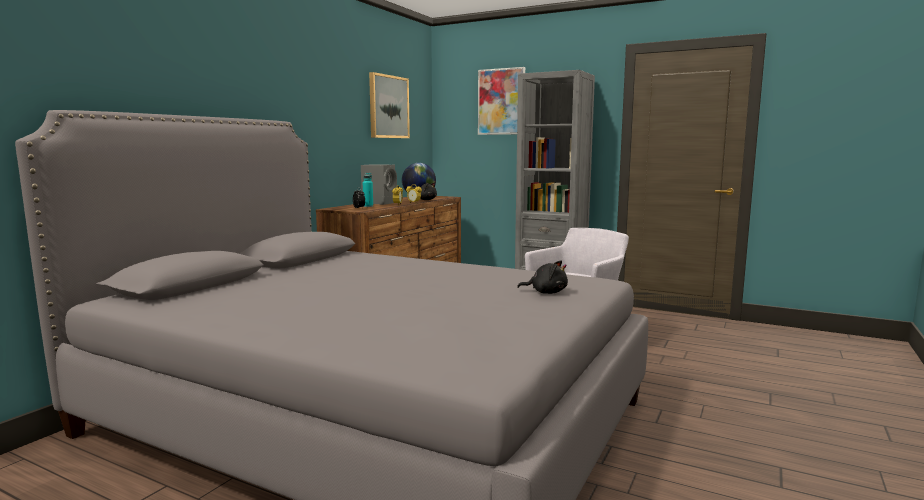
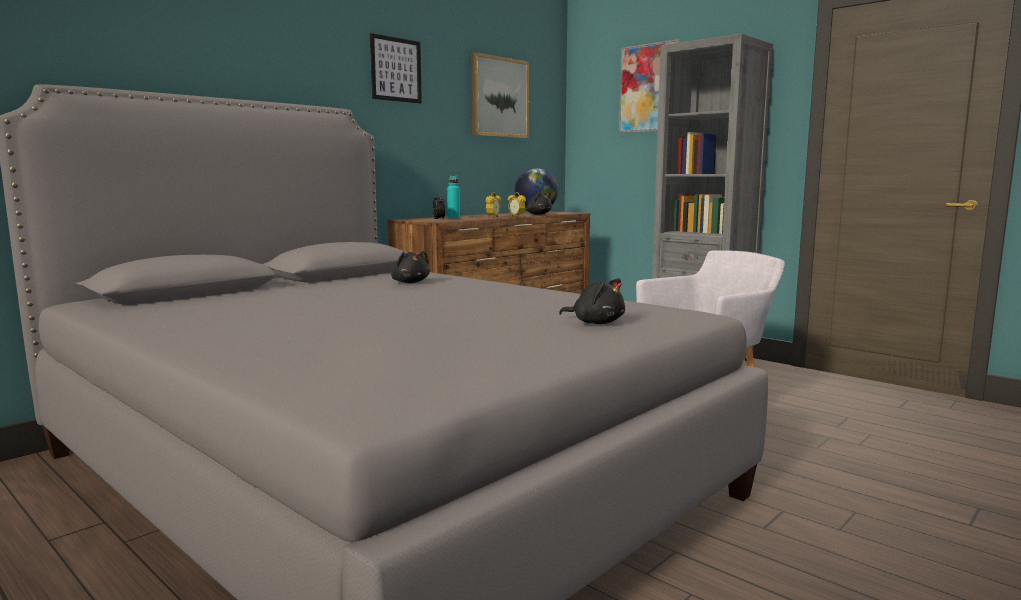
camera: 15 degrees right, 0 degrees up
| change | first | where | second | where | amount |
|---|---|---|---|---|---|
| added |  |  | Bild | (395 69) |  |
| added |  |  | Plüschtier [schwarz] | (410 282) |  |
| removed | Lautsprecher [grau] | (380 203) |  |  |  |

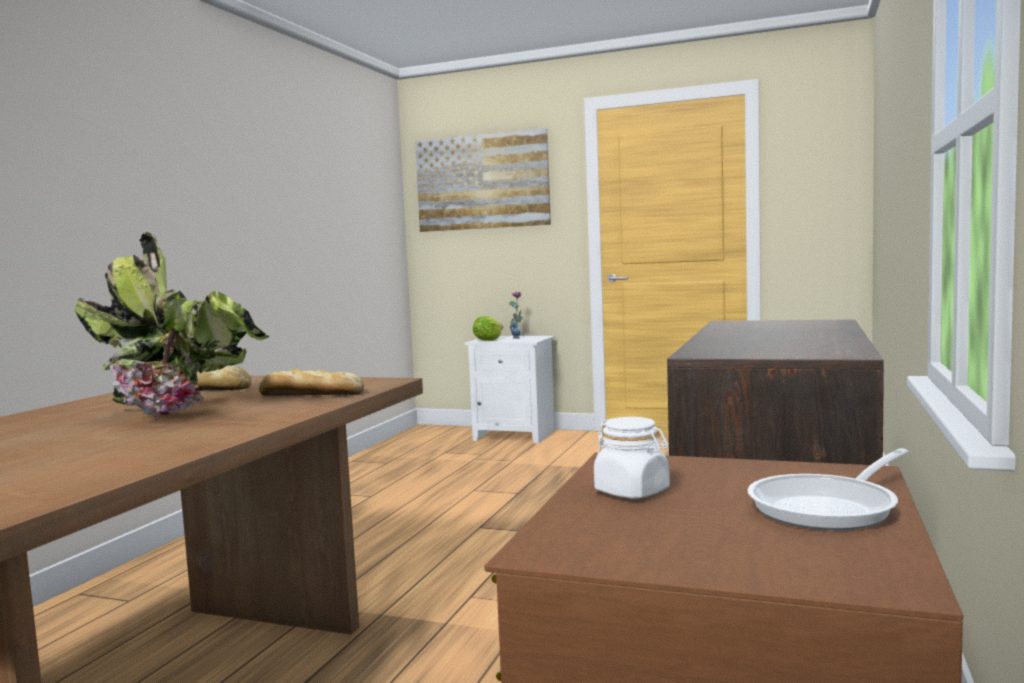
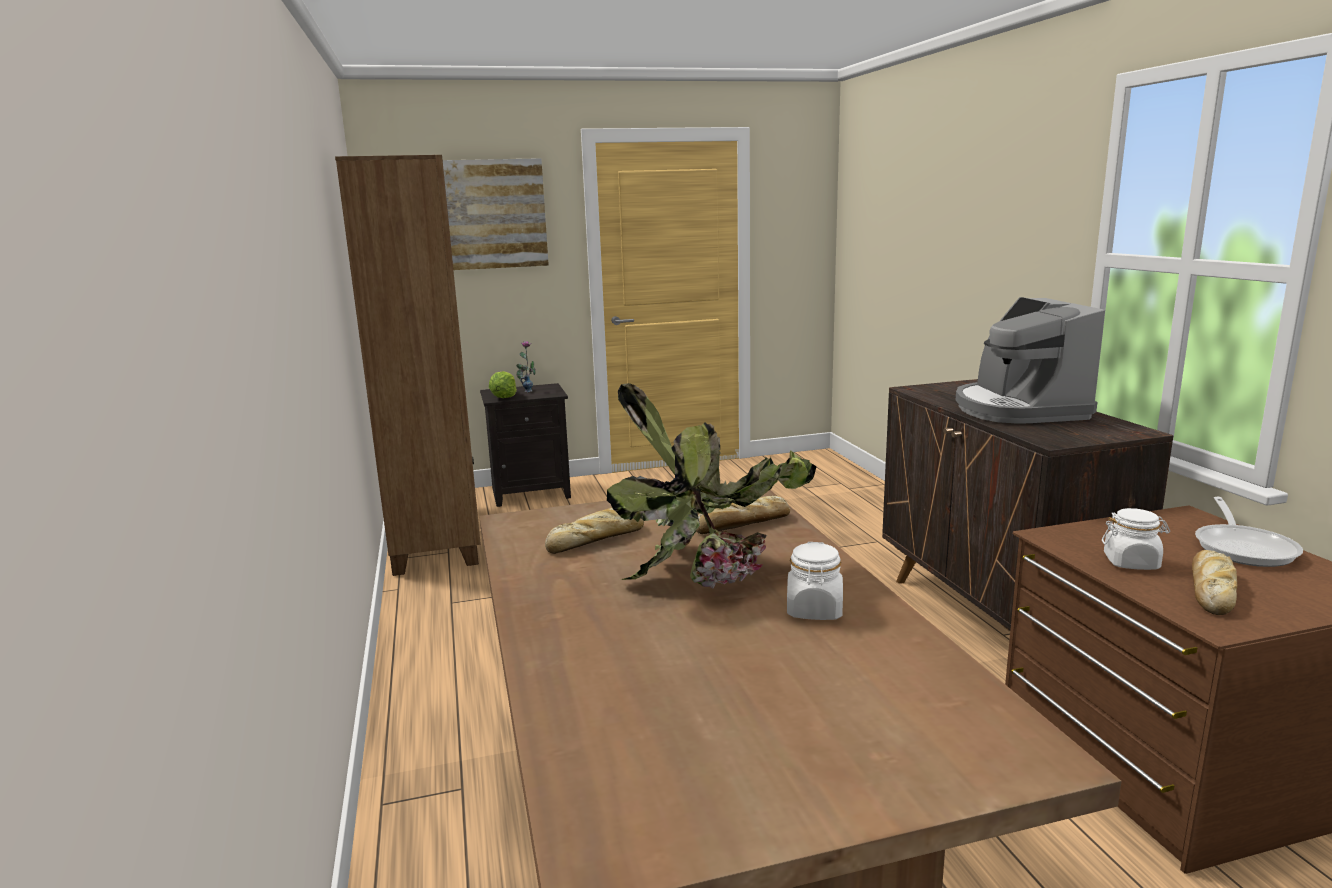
camera: 35 degrees left, 10 degrees up
| change | first | where | second | where | amount |
|---|---|---|---|---|---|
| added |  |  | Bücherregal [braun] | (437 538) |  |
| recoloured | Nachttisch [weiß] | (516 435) | Nachttisch [schwarz] | (532 492) |  |
| added |  |  | Vorratsglas [weiß] | (814 610) |  |
| added |  |  | Kaffeemaschine | (1018 409) |  |
| added |  |  | Brot | (1211 590) |  |

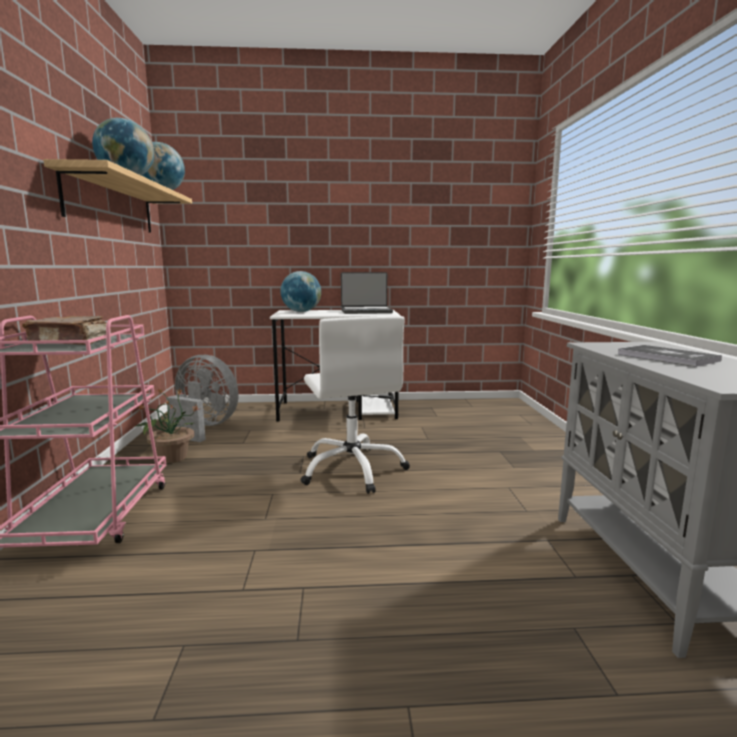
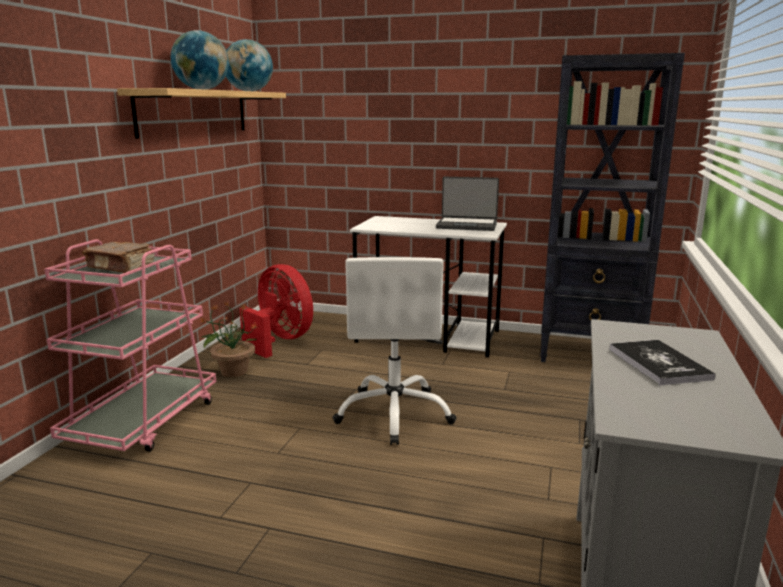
camera: 20 degrees right, 5 degrees up
| change | first | where | second | where | amount |
|---|---|---|---|---|---|
| recoloured | Ventilator [grau] | (204 428) | Ventilator [rot] | (280 341) |  |
| added |  |  | Bücherregal [schwarz] | (590 353) |  |
| removed | Globus | (301 312) |  |  |  |

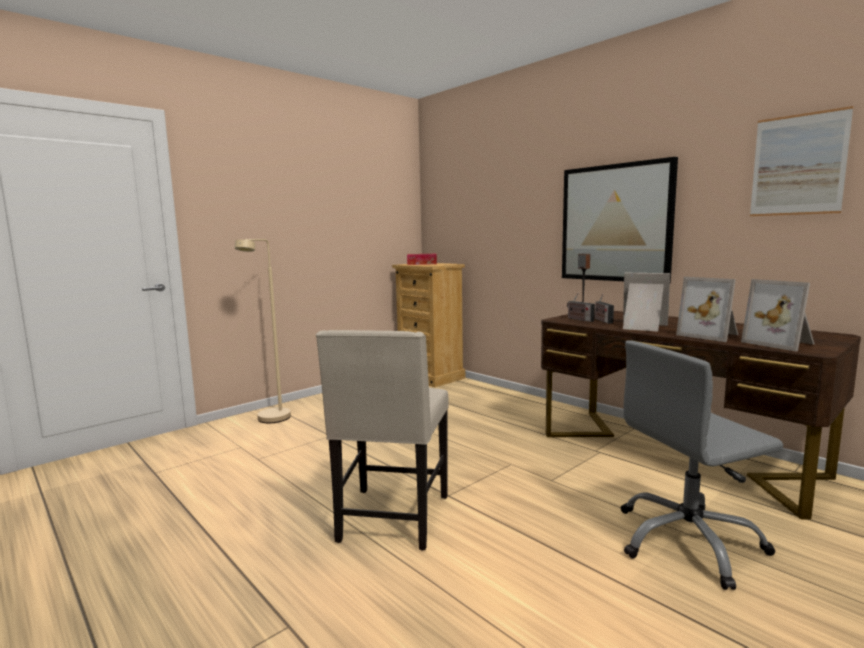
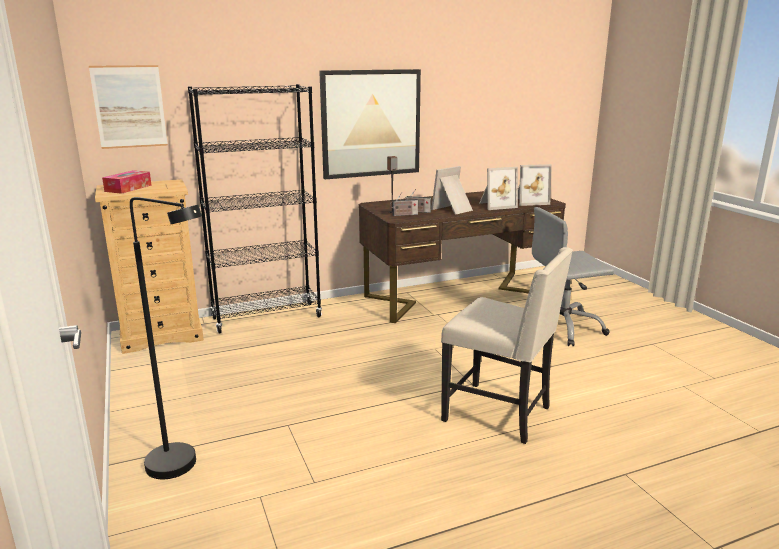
camera: 70 degrees left, 10 degrees up
| change | first | where | second | where | amount |
|---|---|---|---|---|---|
| moved | Bild | (798 165) |  | (129 107) |  |
| recoloured | Stehlampe [beige] | (271 421) | Stehlampe [schwarz] | (182 467) |  |
| added |  |  | Bücherregal [schwarz] | (267 318) |  |
| turned | Bürostuhl [grau] | (688 542) |  | (563 327) | 75 degrees clockwise |

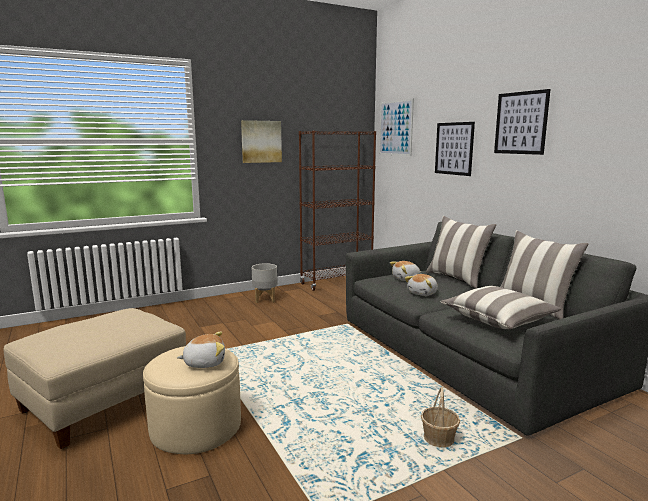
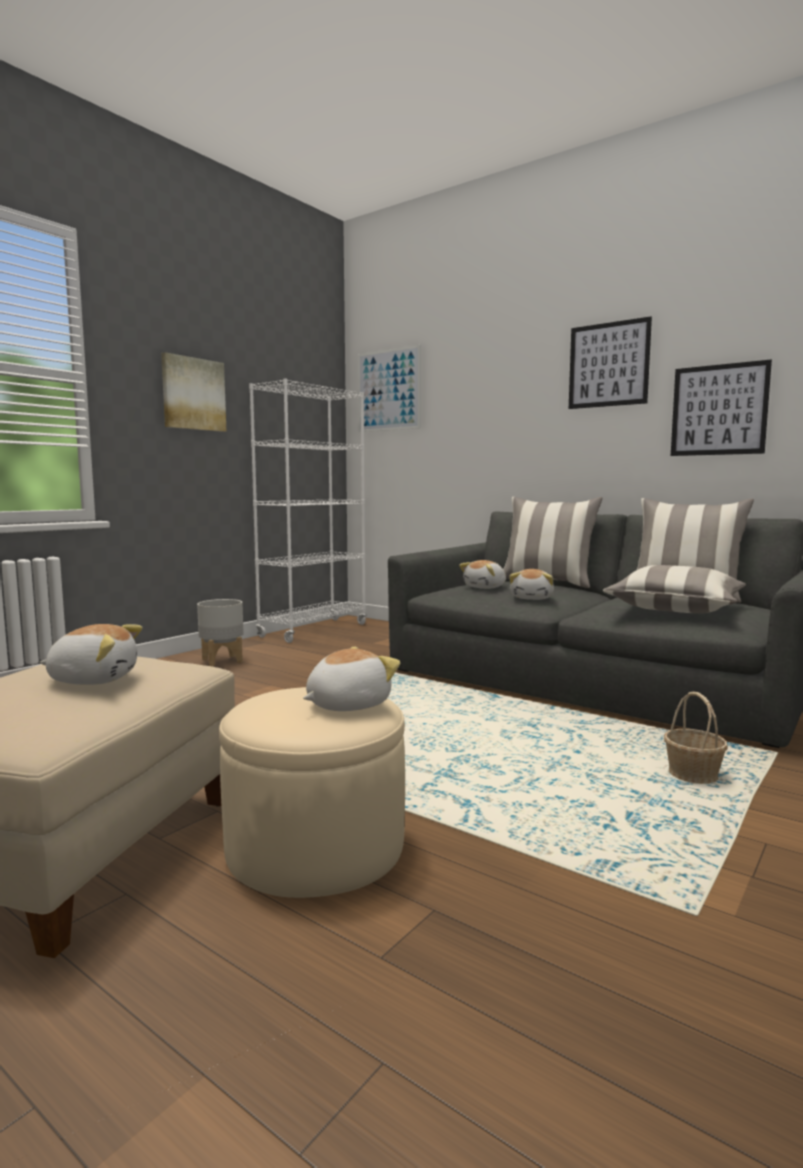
camera: 25 degrees left, 5 degrees down
| change | first | where | second | where | amount |
|---|---|---|---|---|---|
| added |  |  | Plüschtier | (94 679) |  |
| recoloured | Bücherregal [braun] | (336 282) | Bücherregal [weiß] | (313 630) |  |
| moved | Bild | (454 148) |  | (719 410) |  |

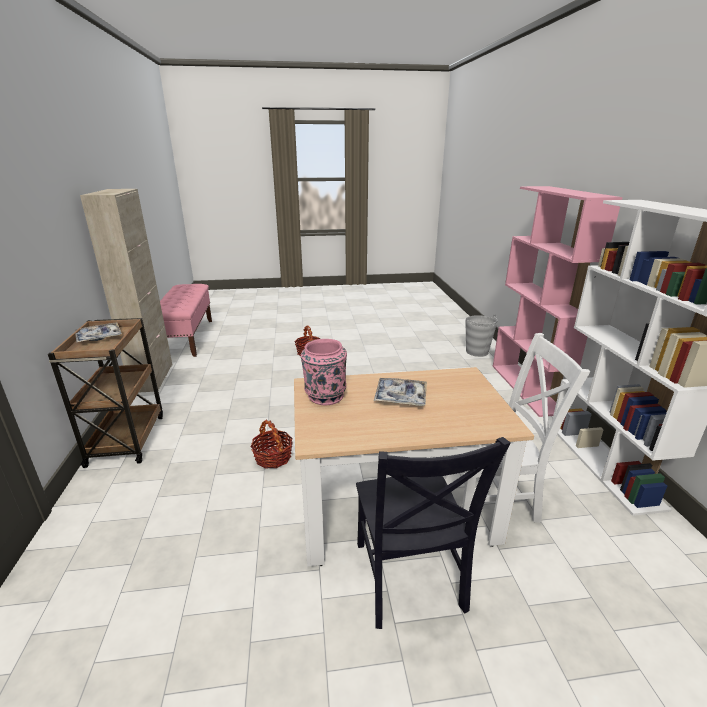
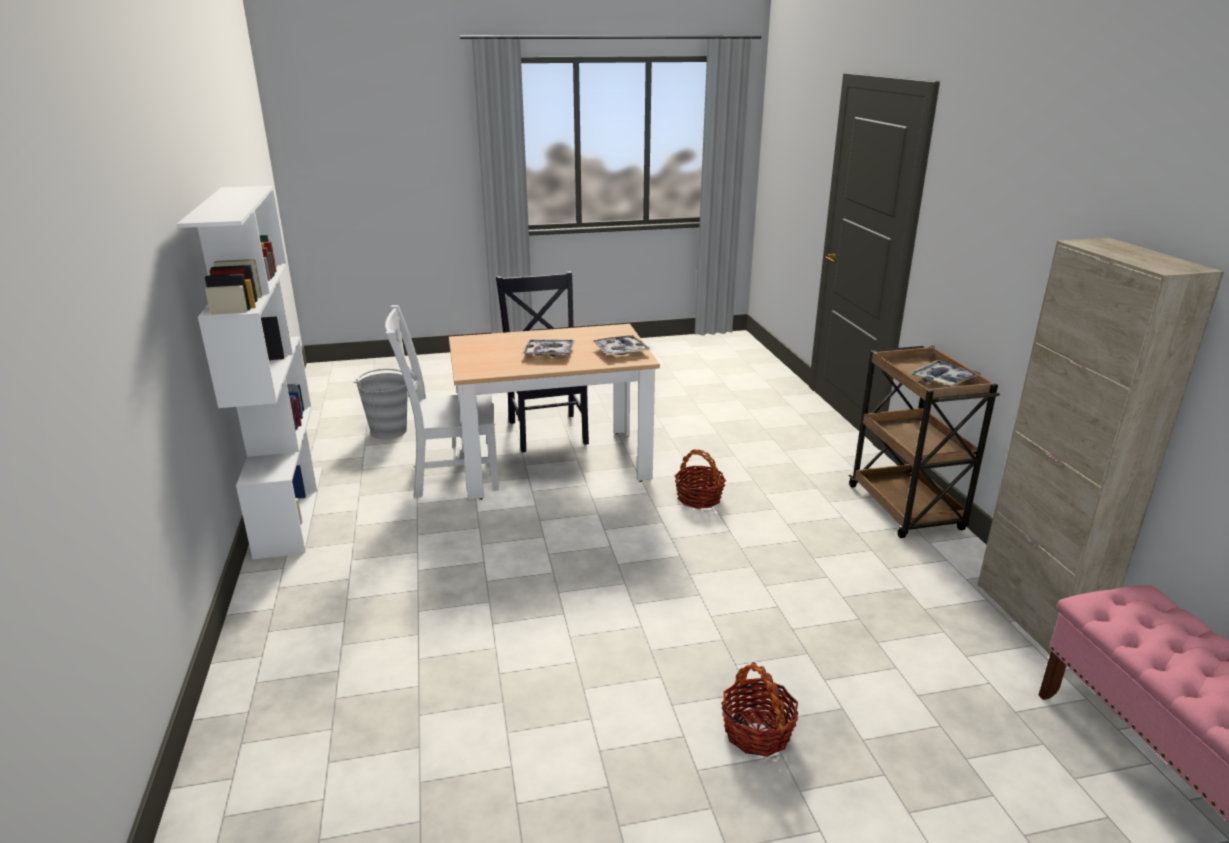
camera: 175 degrees right, 0 degrees up
| change | first | where | second | where | amount |
|---|---|---|---|---|---|
| moved | Eimer [grau] | (477 352) |  | (389 431) |  |
| replaced | Vase [rosa] | (325 396) | Tablett | (620 351) |  |
| removed | Bücherregal [rosa] | (527 388) |  |  |  |

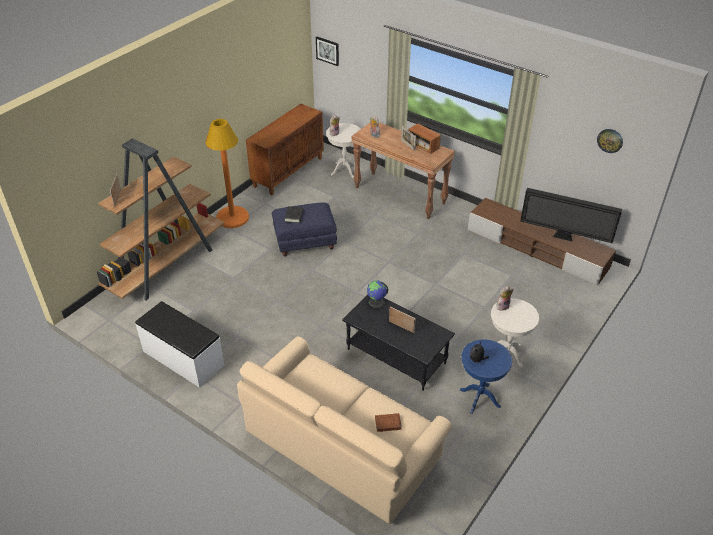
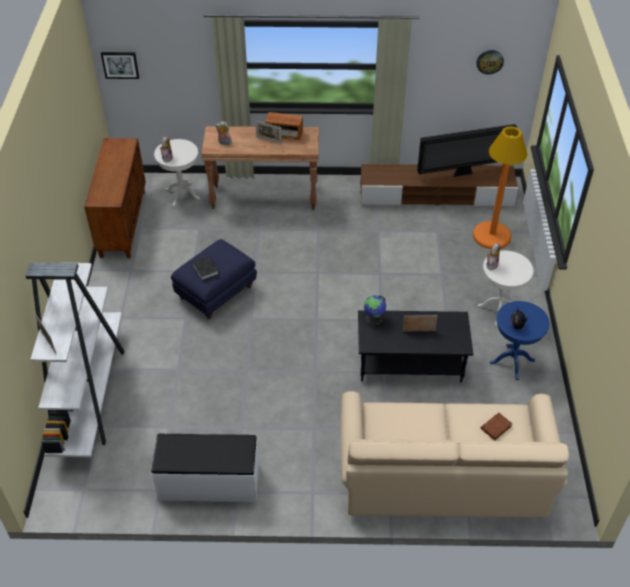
camera: 35 degrees left, 5 degrees up
| change | first | where | second | where | amount |
|---|---|---|---|---|---|
| recoloured | Bücherregal [braun] | (167 265) | Bücherregal [weiß] | (89 394) |  |
| moved | Stehlampe [orange] | (232 218) |  | (492 236) |  |

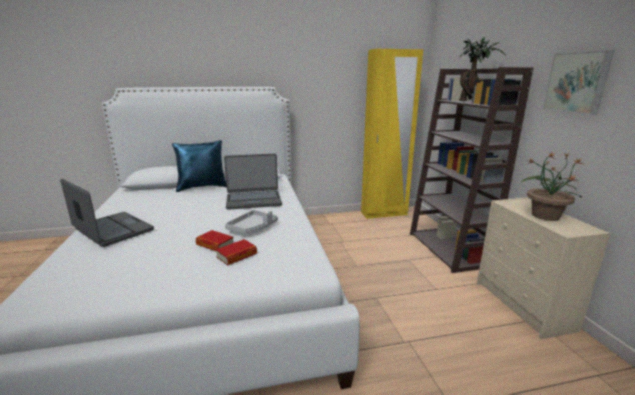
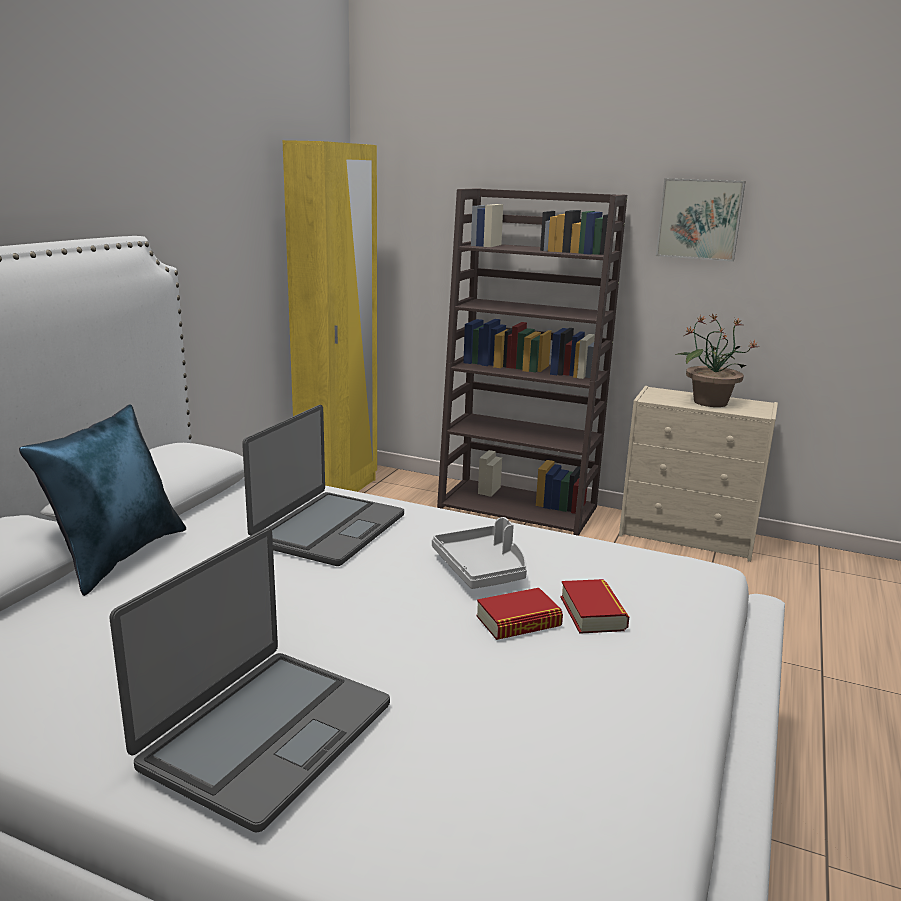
camera: 55 degrees left, 0 degrees up
| change | first | where | second | where | amount |
|---|---|---|---|---|---|
| turned | Laptop | (112 230) |  | (265 734) | 135 degrees clockwise |
| removed | Topfpflanze | (471 102) |  |  |  |

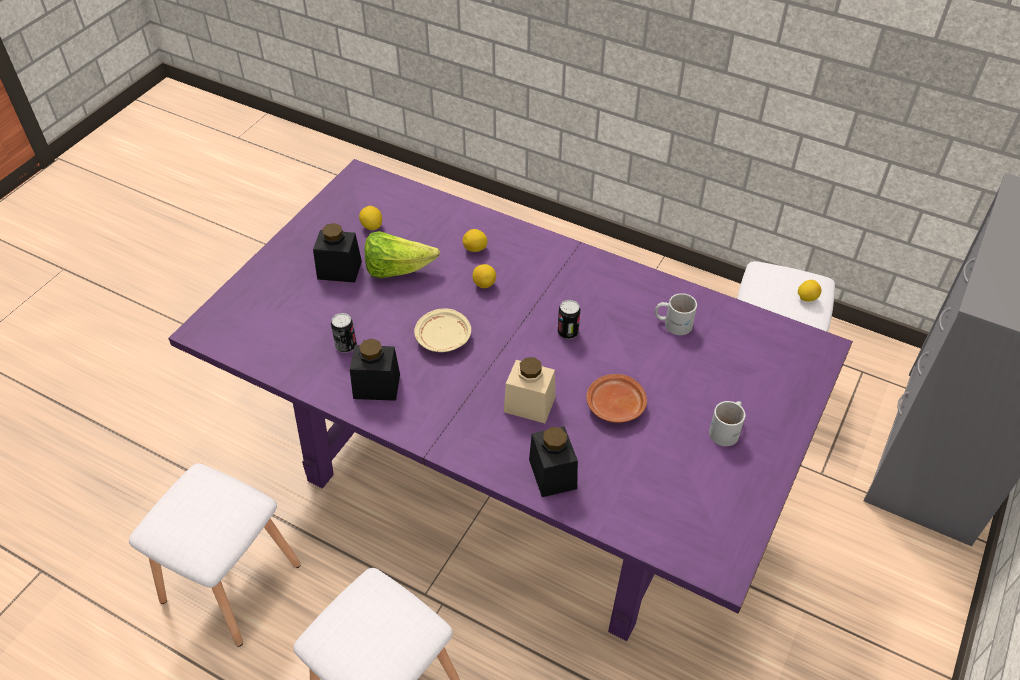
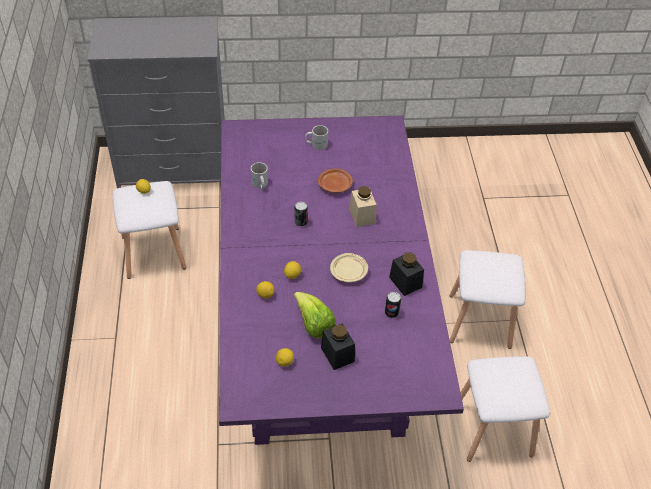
camera: 125 degrees left, 0 degrees up
| change | first | where | second | where | amount |
|---|---|---|---|---|---|
| removed | Vorratsglas [schwarz] | (552 474) |  |  |  |

